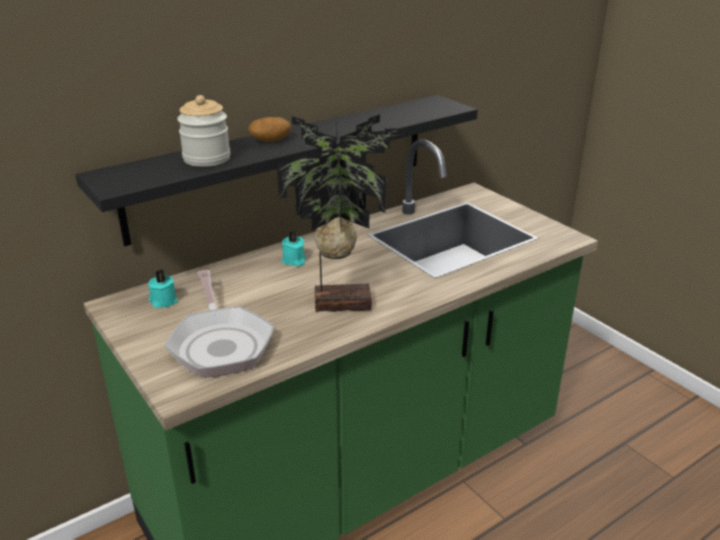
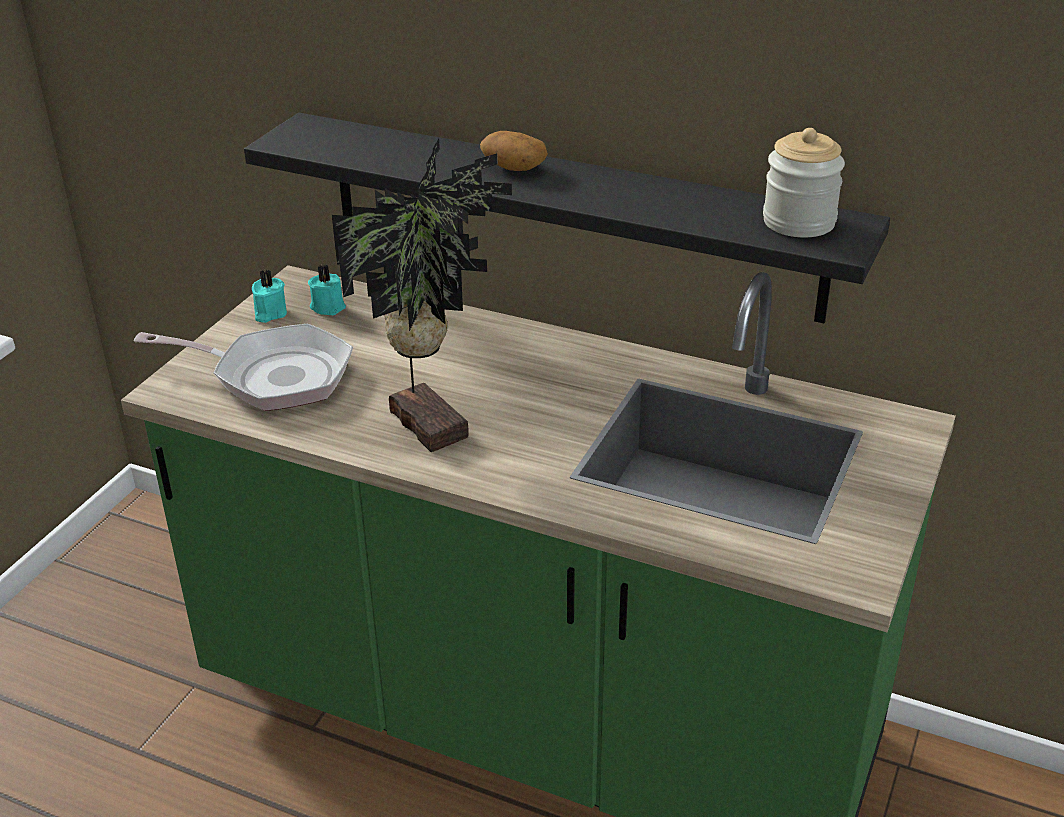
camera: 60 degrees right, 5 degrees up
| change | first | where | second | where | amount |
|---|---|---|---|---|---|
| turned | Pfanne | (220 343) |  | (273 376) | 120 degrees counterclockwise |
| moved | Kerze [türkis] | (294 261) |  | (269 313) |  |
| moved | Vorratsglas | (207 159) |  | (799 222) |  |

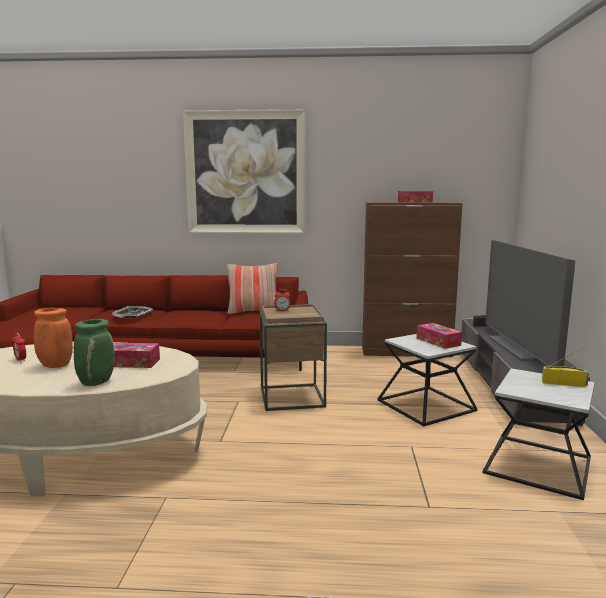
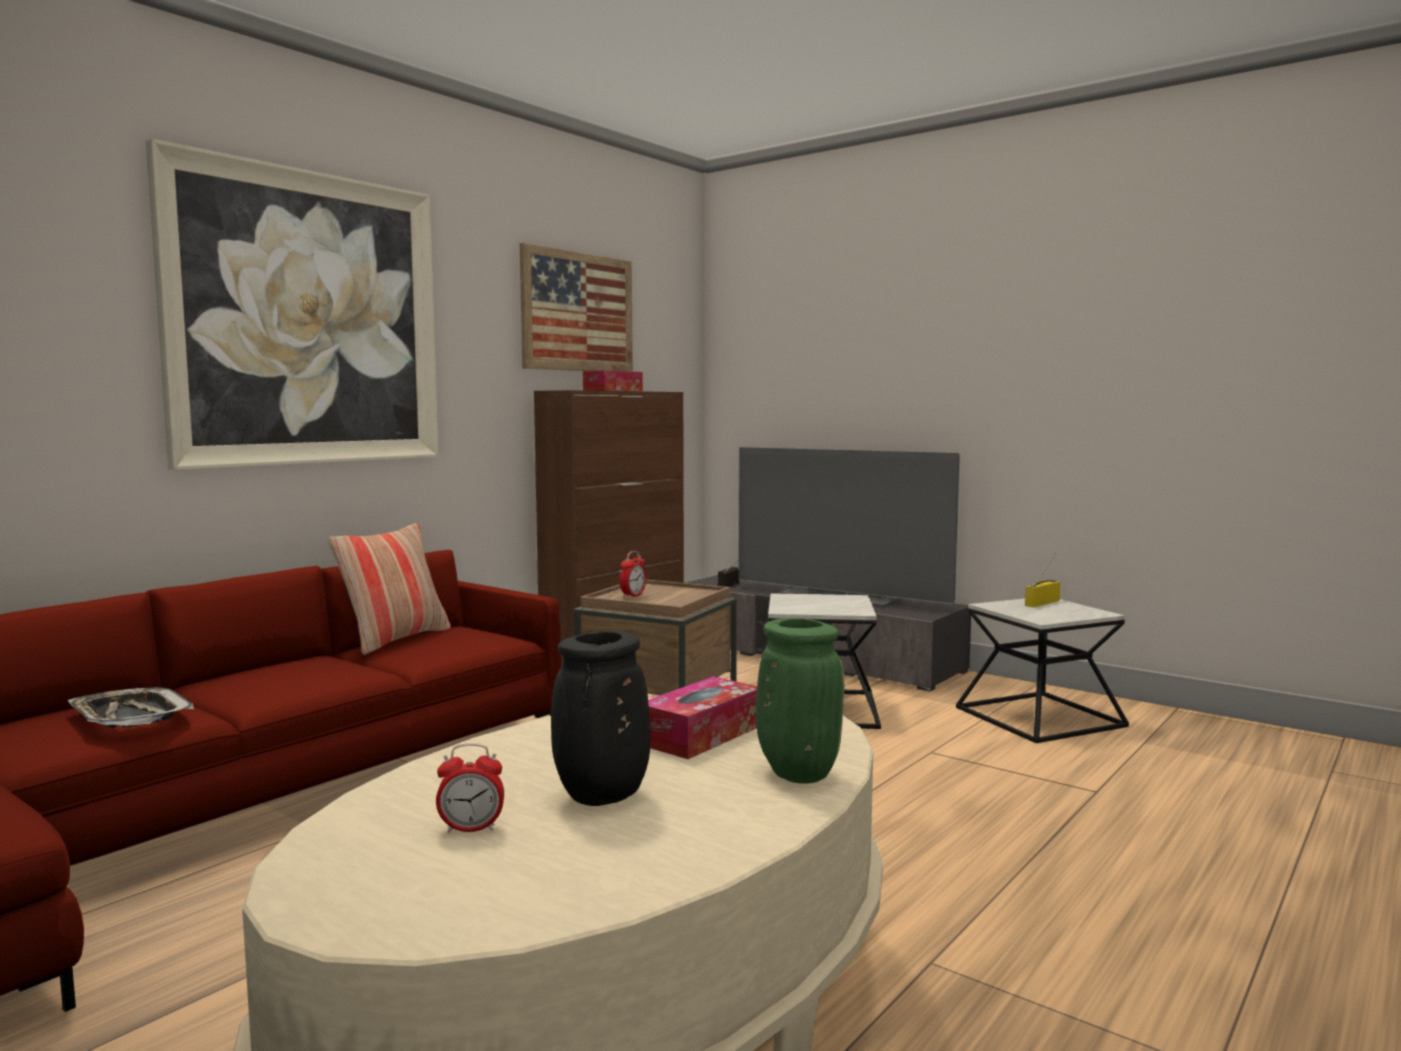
camera: 55 degrees left, 5 degrees down
| change | first | where | second | where | amount |
|---|---|---|---|---|---|
| added |  |  | Bild | (578 312) |  |
| recoloured | Vase [orange] | (54 365) | Vase [schwarz] | (601 797) |  |
| removed | Taschentuchbox | (438 341) |  |  |  |

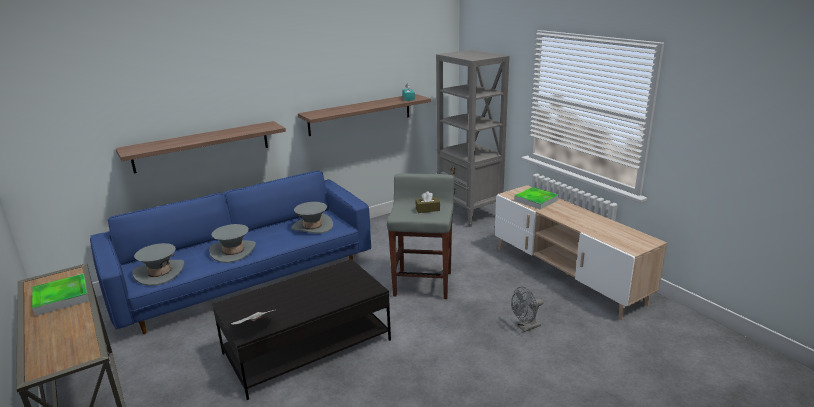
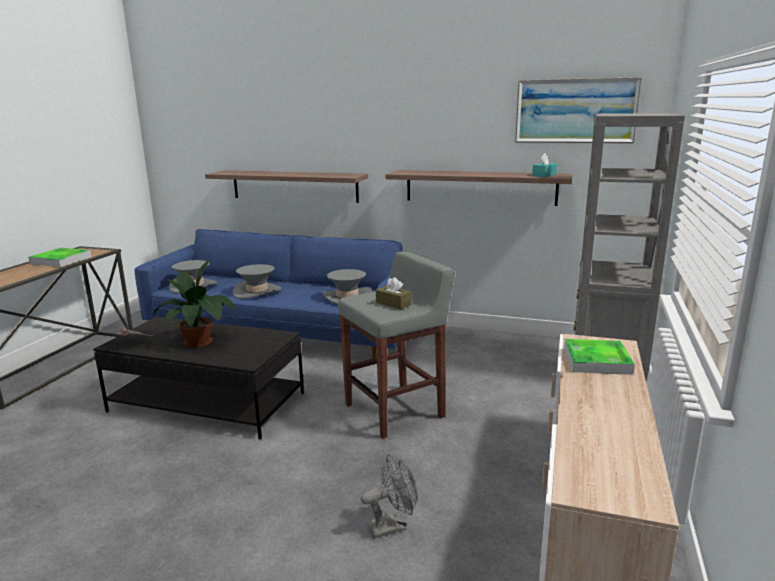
camera: 50 degrees right, 5 degrees down
| change | first | where | second | where | amount |
|---|---|---|---|---|---|
| added |  |  | Topfpflanze | (200 341) |  |
| turned | Ventilator [grau] | (526 327) |  | (392 526) | 135 degrees clockwise |
| added |  |  | Bild | (575 111) |  |

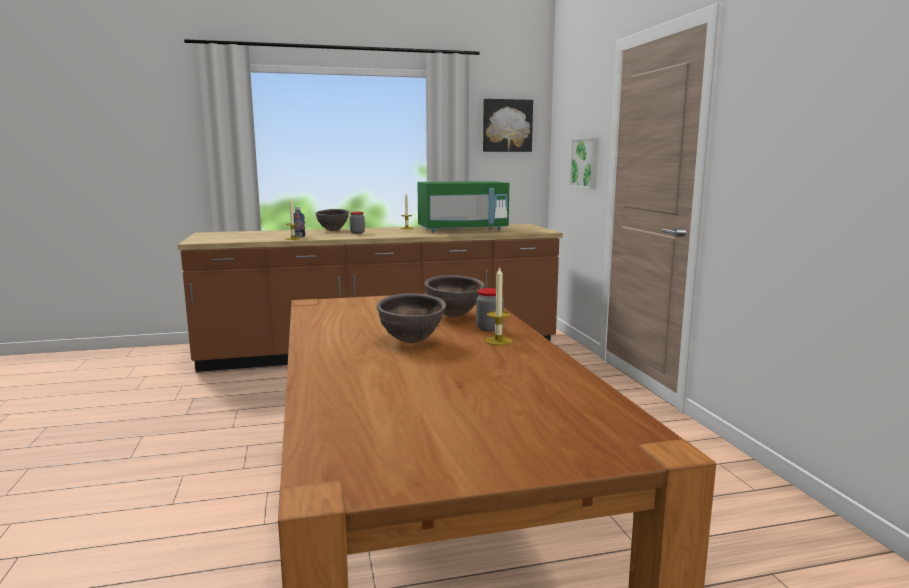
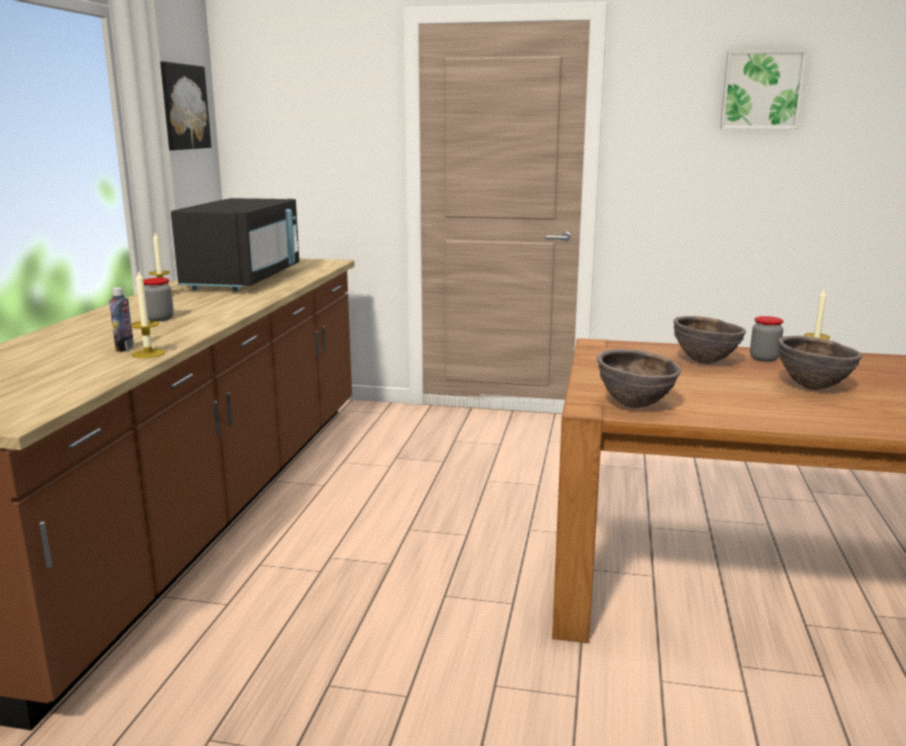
camera: 65 degrees left, 5 degrees up
| change | first | where | second | where | amount |
|---|---|---|---|---|---|
| recoloured | Mikrowelle [grün] | (462 229) | Mikrowelle [schwarz] | (244 280) |  |
| moved | Schüssel [braun] | (333 230) |  | (635 406) |  |
| moved | Bild | (586 163) |  | (761 90) |  |

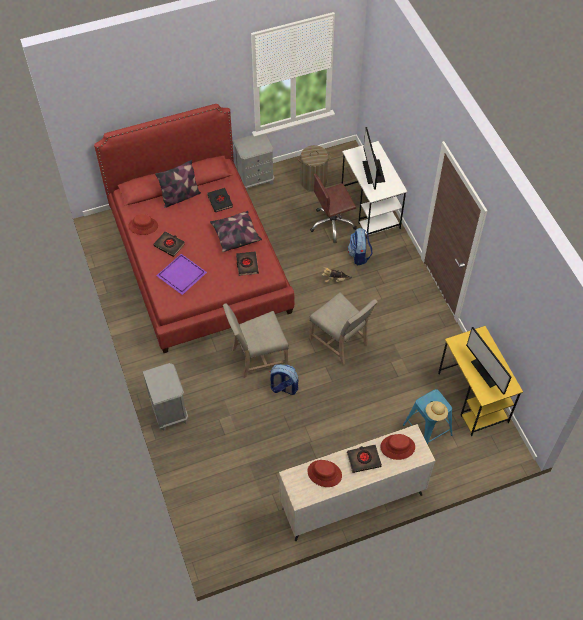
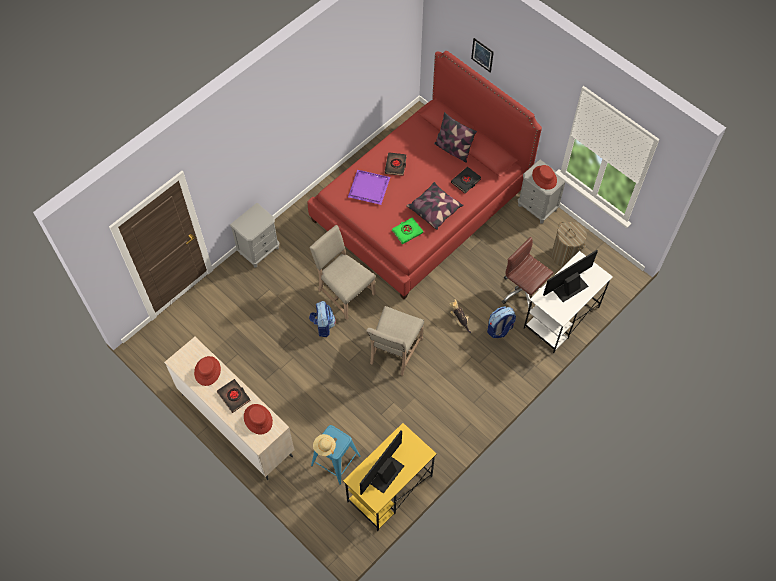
camera: 65 degrees right, 5 degrees up
| change | first | where | second | where | amount |
|---|---|---|---|---|---|
| recoloured | Buch [schwarz] | (247 265) | Buch [grün] | (407 232) |  |
| added |  |  | Bild | (482 55) |  |
| moved | Hut [rot] | (143 226) |  | (544 177) |  |

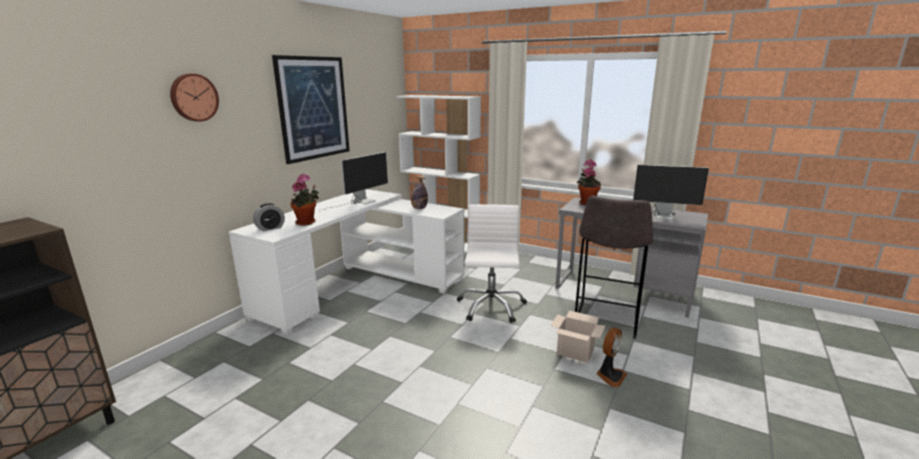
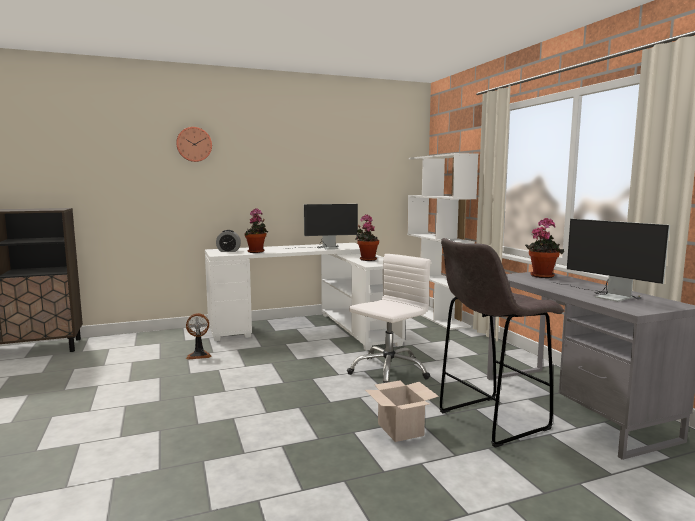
camera: 40 degrees right, 10 degrees down
| change | first | where | second | where | amount |
|---|---|---|---|---|---|
| moved | Ventilator | (610 376) |  | (199 355) |  |
| replaced | Flasche | (419 208) | Topfpflanze | (367 259) |  |
| removed | Bild | (313 108) |  |  |  |

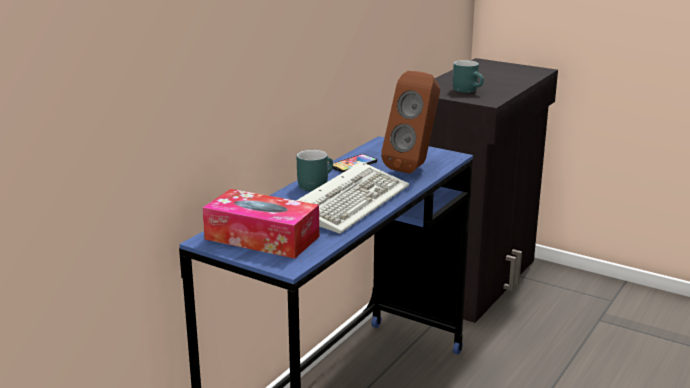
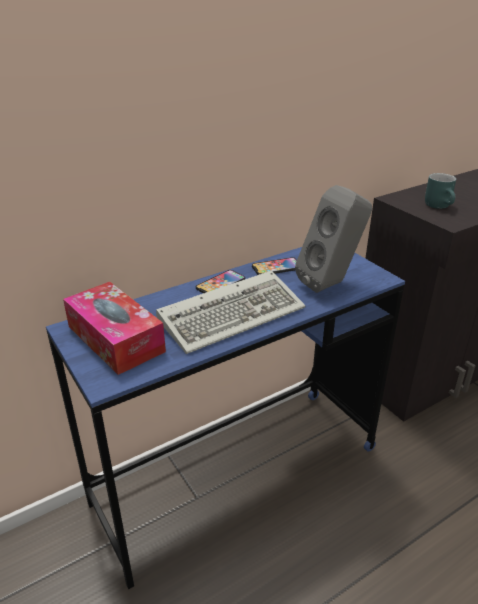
camera: 25 degrees right, 10 degrees up
| change | first | where | second | where | amount |
|---|---|---|---|---|---|
| replaced | Henkelbecher [türkis] | (314 184) | Handy | (220 284) |  |
| recoloured | Lautsprecher [braun] | (414 167) | Lautsprecher [grau] | (331 284) |  |

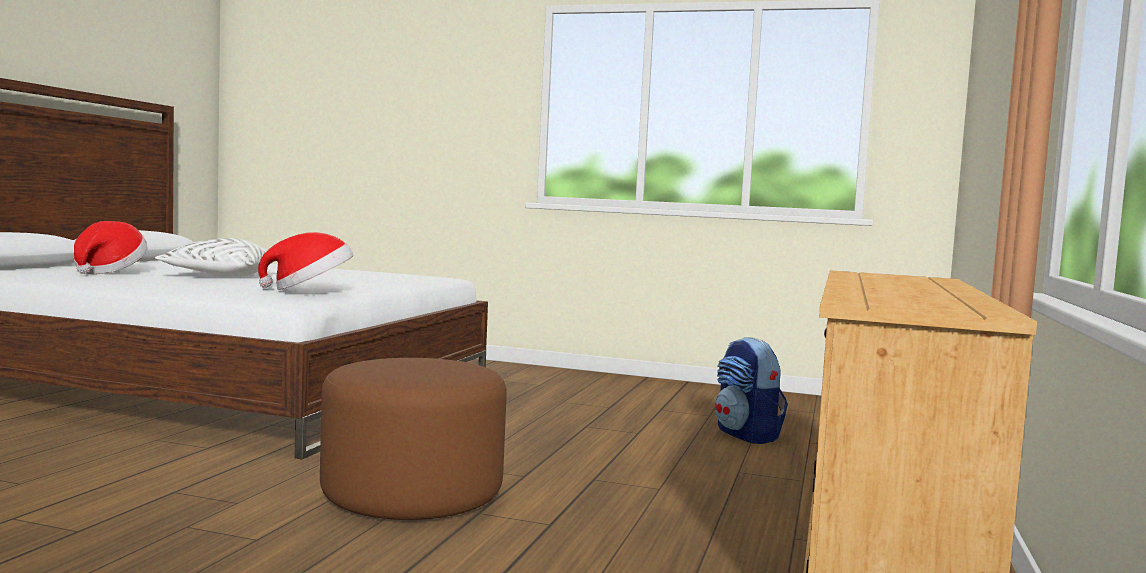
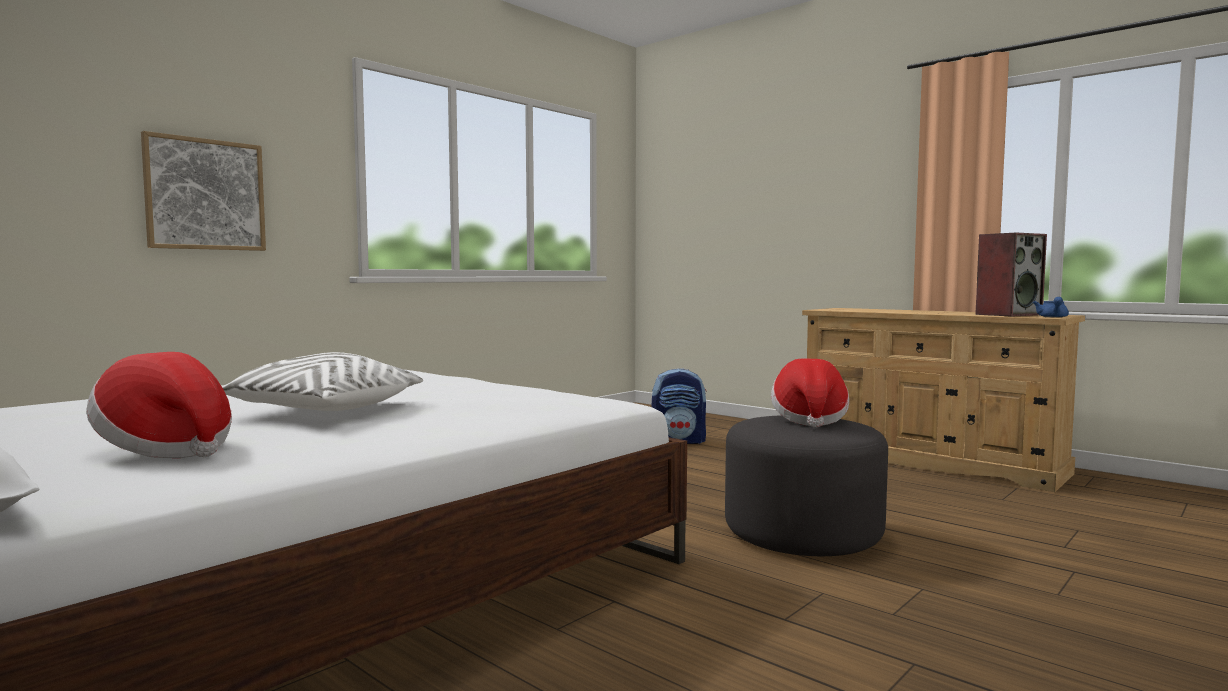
camera: 65 degrees left, 0 degrees up
| change | first | where | second | where | amount |
|---|---|---|---|---|---|
| added |  |  | Bild | (205 194) |  |
| recoloured | Polsterhocker [braun] | (412 494) | Polsterhocker [grau] | (803 533) |  |
| moved | Hut | (309 290) |  | (809 419) |  |
| added |  |  | Lautsprecher | (1008 314) |  |
| added |  |  | Teekanne [blau] | (1052 317) |  |

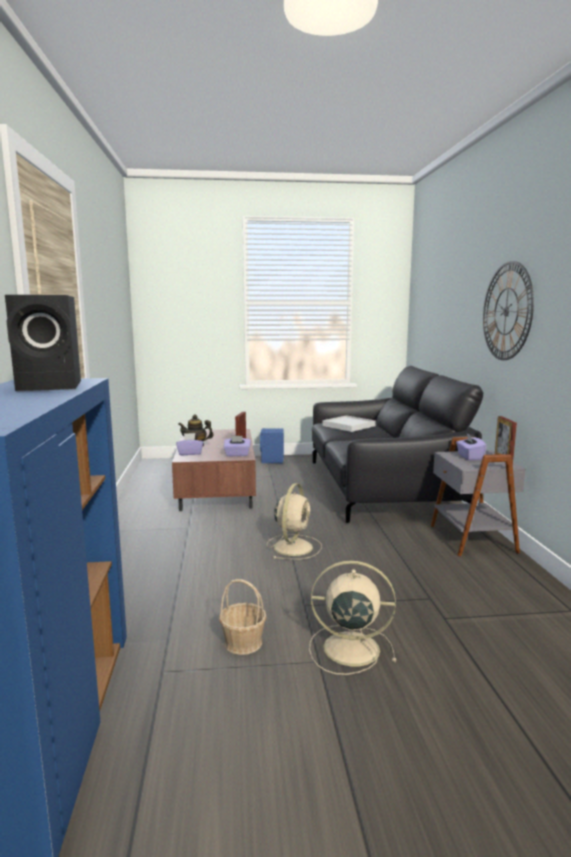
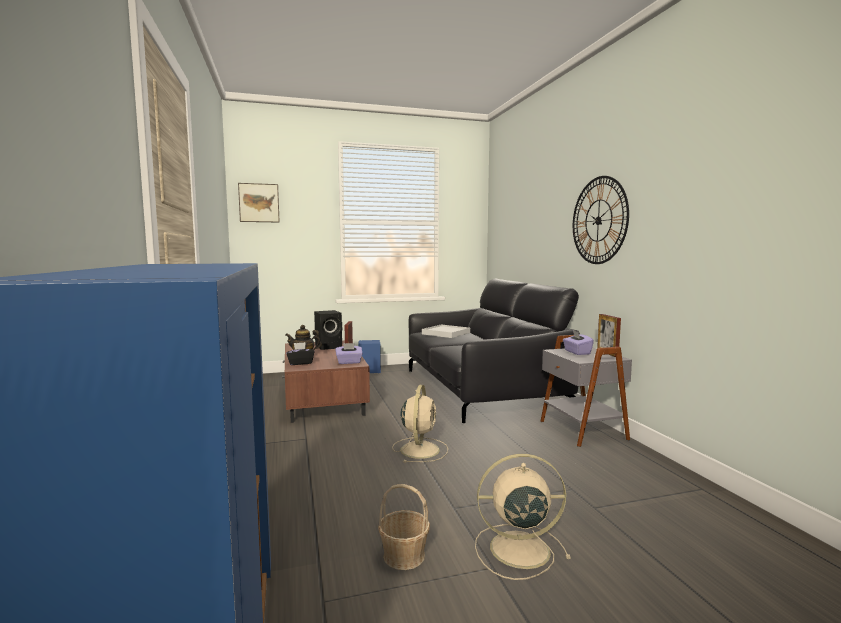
camera: 10 degrees left, 5 degrees down
| change | first | where | second | where | amount |
|---|---|---|---|---|---|
| added |  |  | Bild | (259 203) |  |
| recoloured | Taschentuchbox [lila] | (190 453) | Taschentuchbox [schwarz] | (300 363) |  |
| moved | Lautsprecher [schwarz] | (53 386) |  | (329 346) |  |

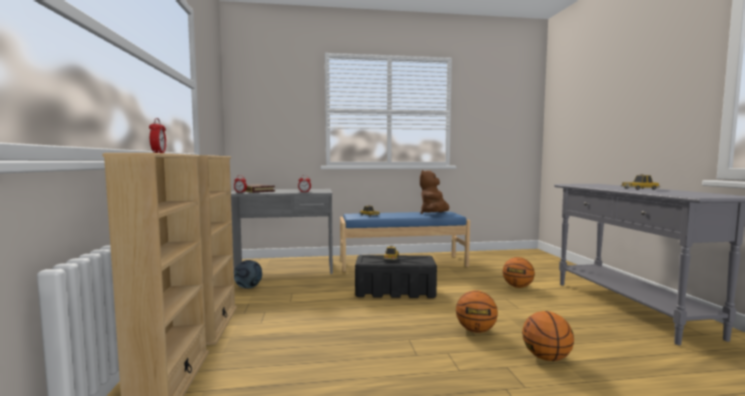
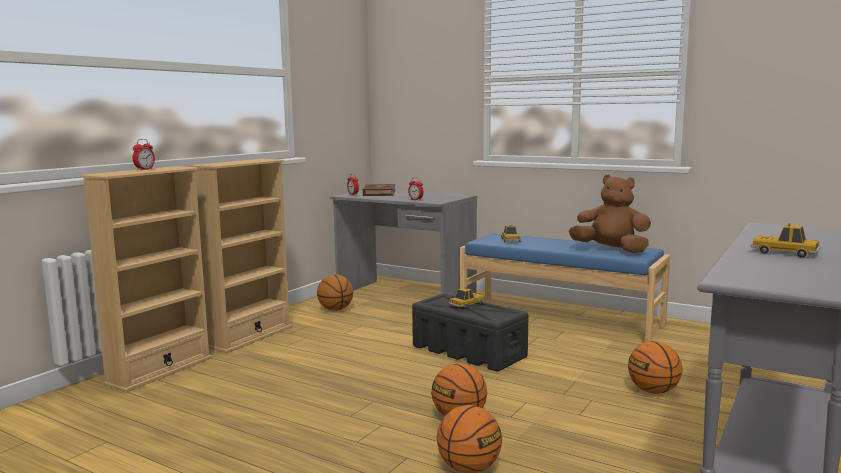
camera: 40 degrees right, 5 degrees up
| change | first | where | second | where | amount |
|---|---|---|---|---|---|
| replaced | Fußball | (248 287) | Basketball | (335 309) |  |
| turned | Plüschtier [braun] | (434 214) |  | (611 250) | 60 degrees clockwise |

